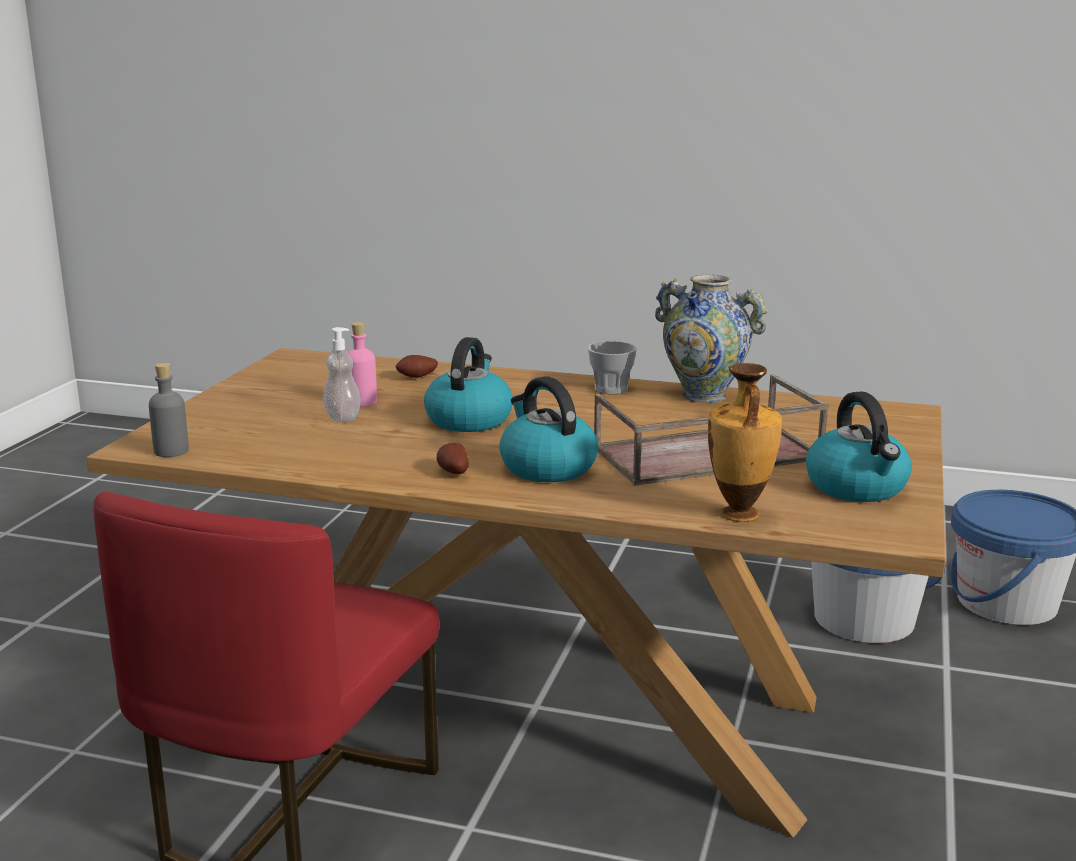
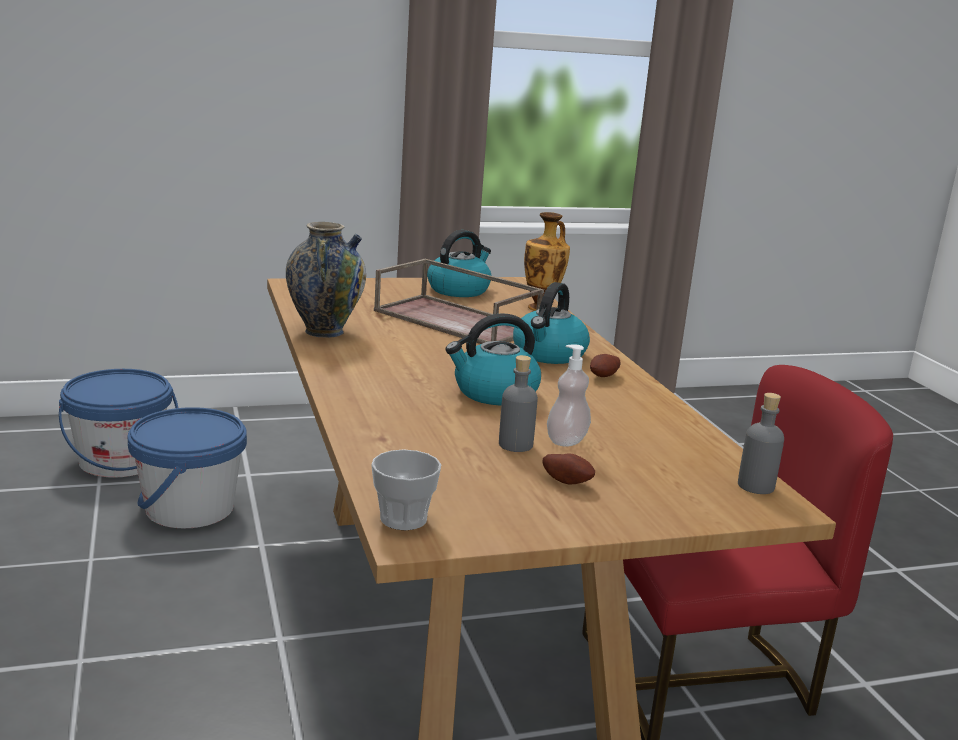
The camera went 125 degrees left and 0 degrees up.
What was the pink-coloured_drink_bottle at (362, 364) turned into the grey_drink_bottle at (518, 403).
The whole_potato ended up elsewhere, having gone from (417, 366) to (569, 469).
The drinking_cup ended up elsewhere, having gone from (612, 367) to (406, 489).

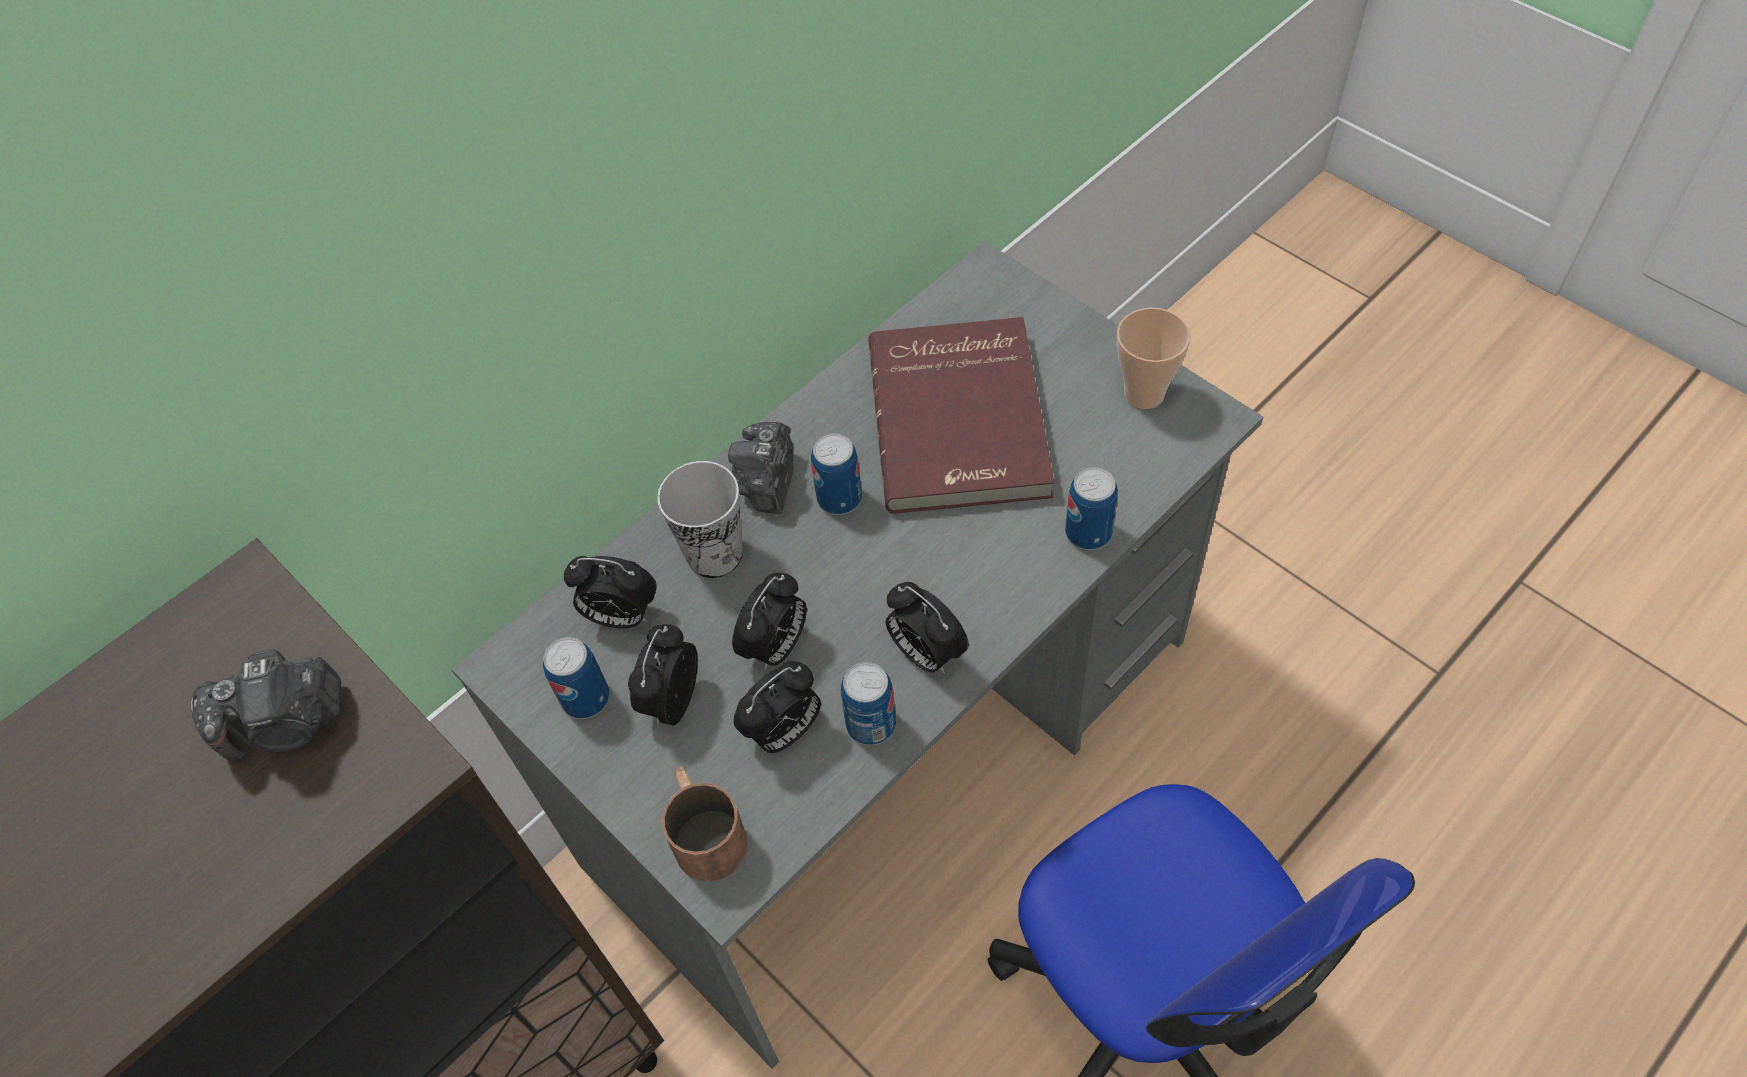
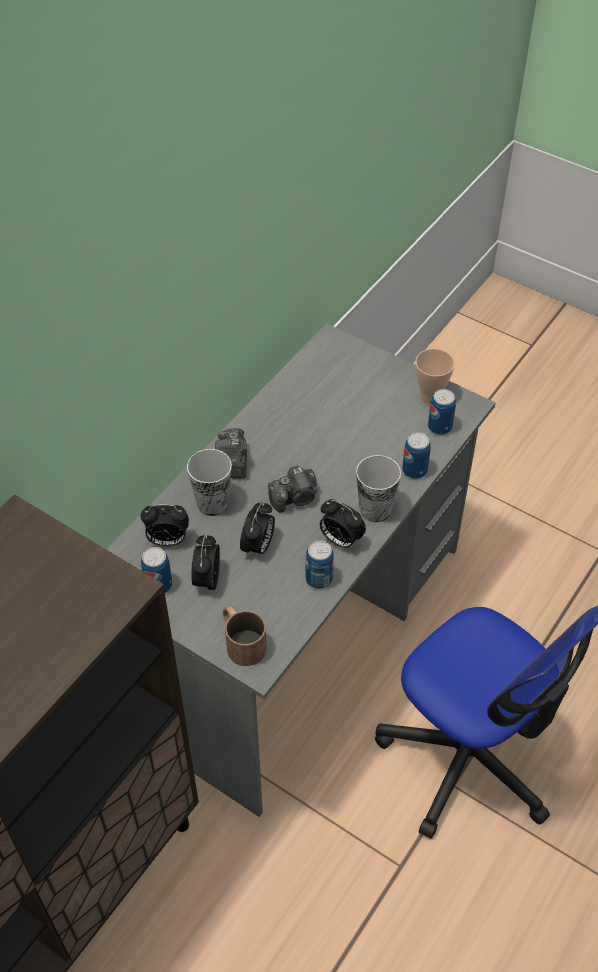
The camera went 15 degrees left and 5 degrees down.
The still_camera ended up elsewhere, having gone from (266, 705) to (293, 489).
The second view lost the table_clock at (777, 707).
The can ended up elsewhere, having gone from (836, 474) to (442, 412).
The second view lost the reddish_book at (961, 415).
The second view gained the drinking_cup at (378, 488).

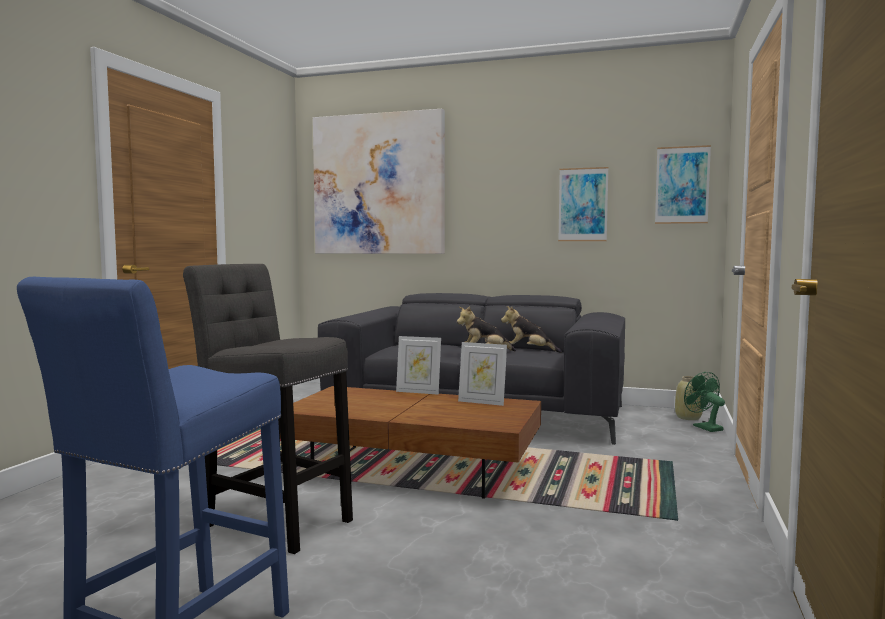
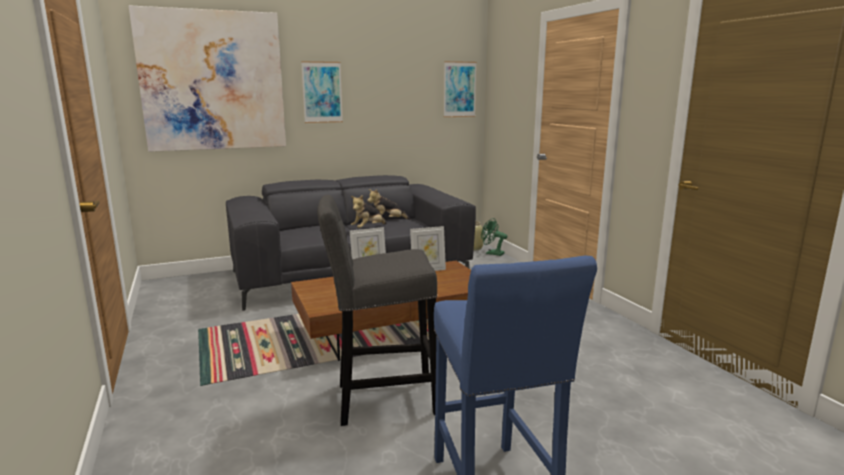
The camera went 40 degrees left and 10 degrees up.
The picture ended up elsewhere, having gone from (583, 204) to (322, 92).

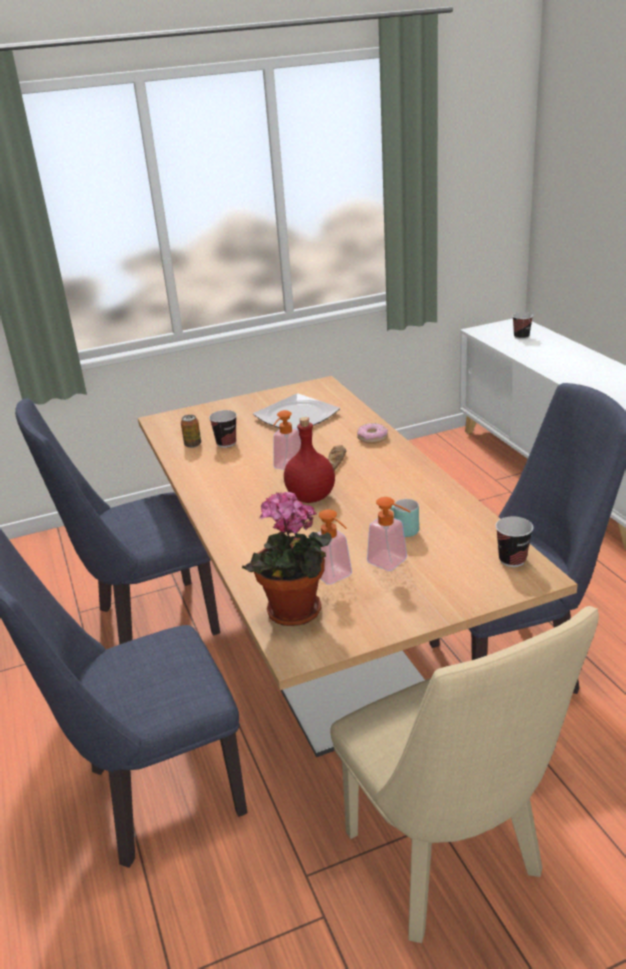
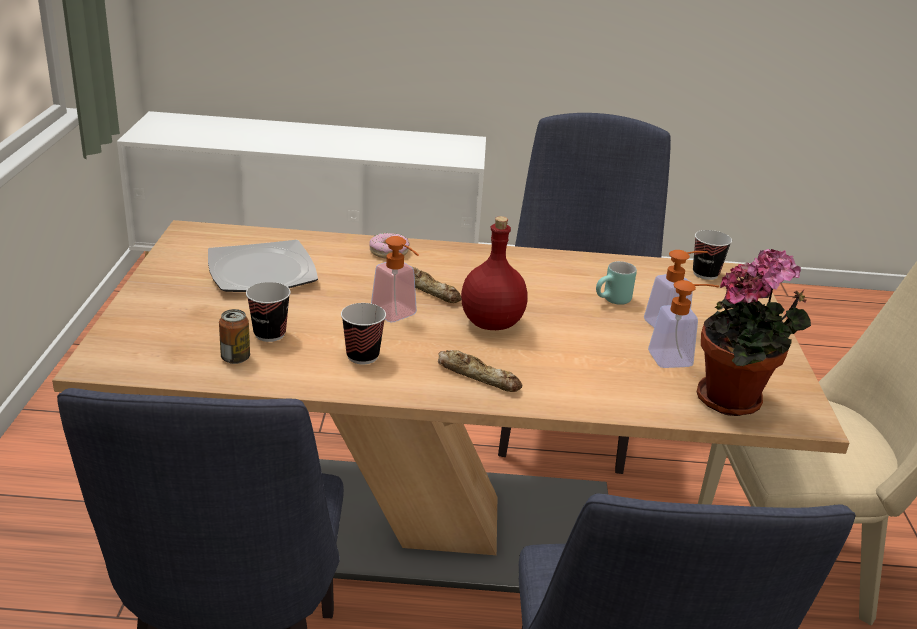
The camera went 70 degrees left and 0 degrees up.
The drinking_cup ended up elsewhere, having gone from (522, 326) to (363, 333).
The second view gained the bakery_bread at (480, 371).

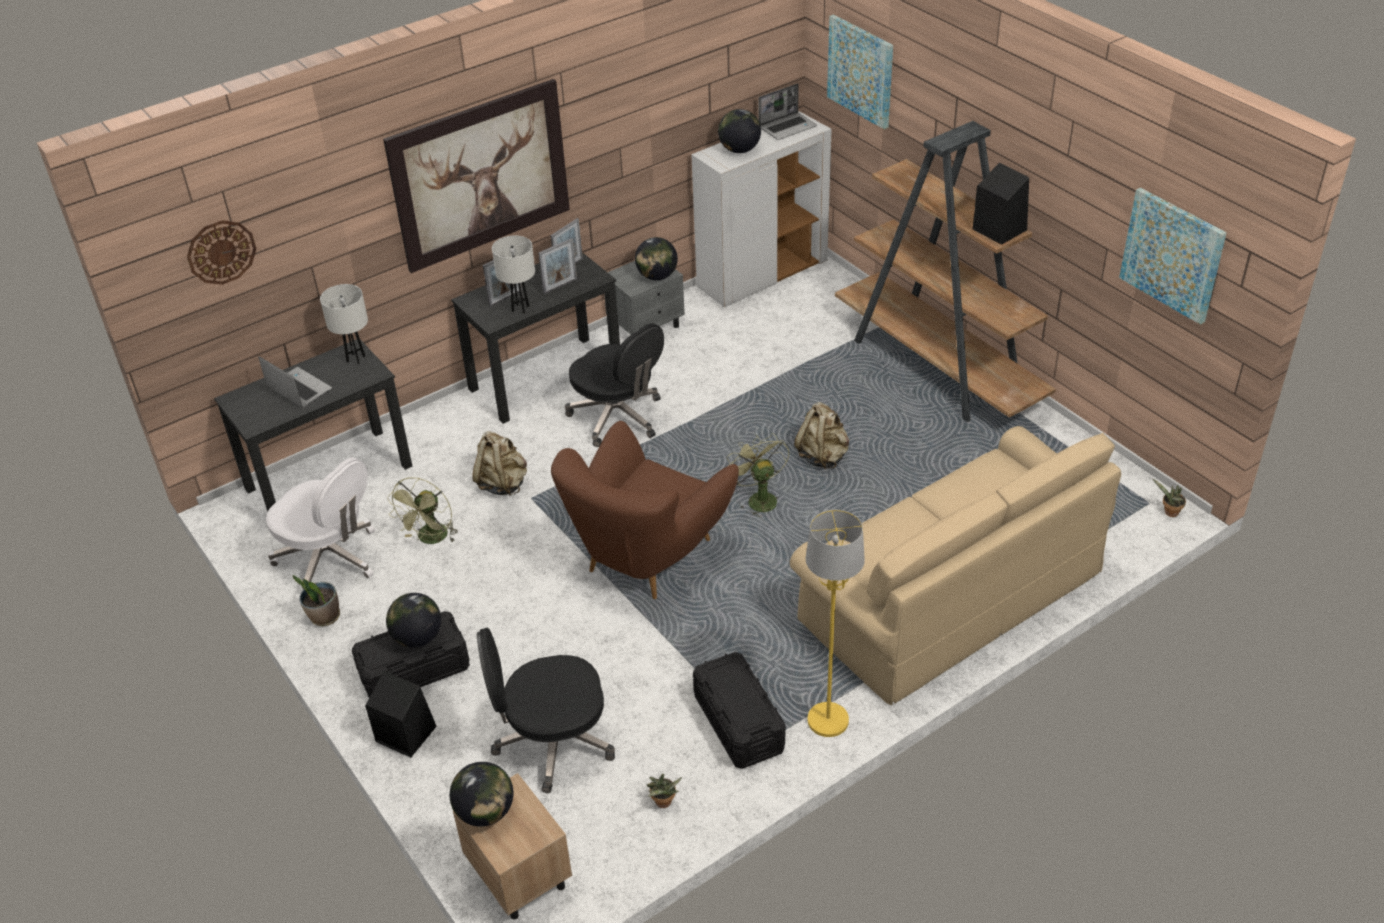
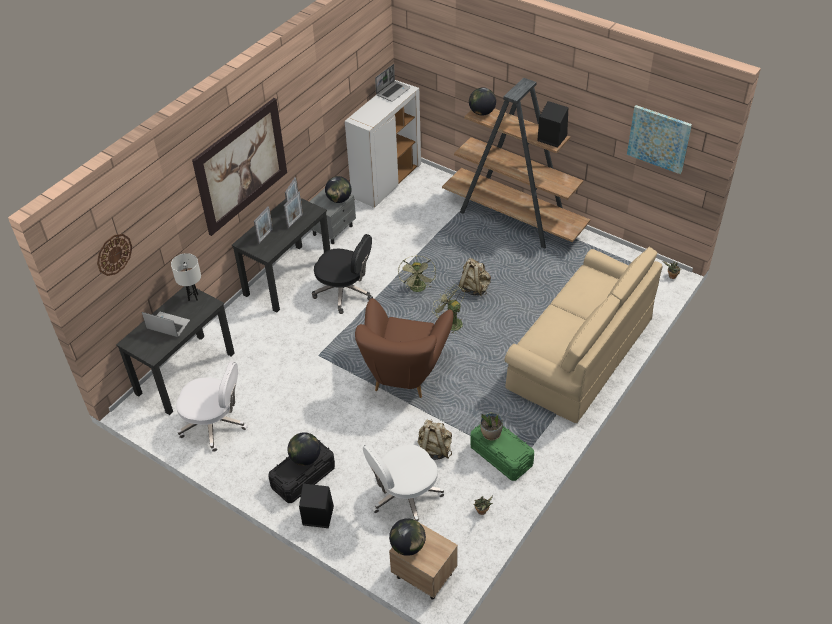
The camera went 20 degrees left and 5 degrees up.
The houseplant ended up elsewhere, having gone from (316, 600) to (491, 426).
The greenish_cooling_fan ended up elsewhere, having gone from (422, 510) to (417, 274).
The sand-coloured_backpack ended up elsewhere, having gone from (499, 463) to (435, 439).
What was the blackish_desk_chair at (546, 710) turned into the whitish_desk_chair at (403, 482).
The second view lost the whitish_tabletop_lamp at (513, 275).
What was the blackish_storage_bin at (739, 710) turned into the greenish_storage_bin at (502, 453).
The globe ended up elsewhere, having gone from (739, 131) to (482, 102).
The second view lost the yellowish_standing_lamp at (835, 623).
The second view lost the picture at (860, 72).

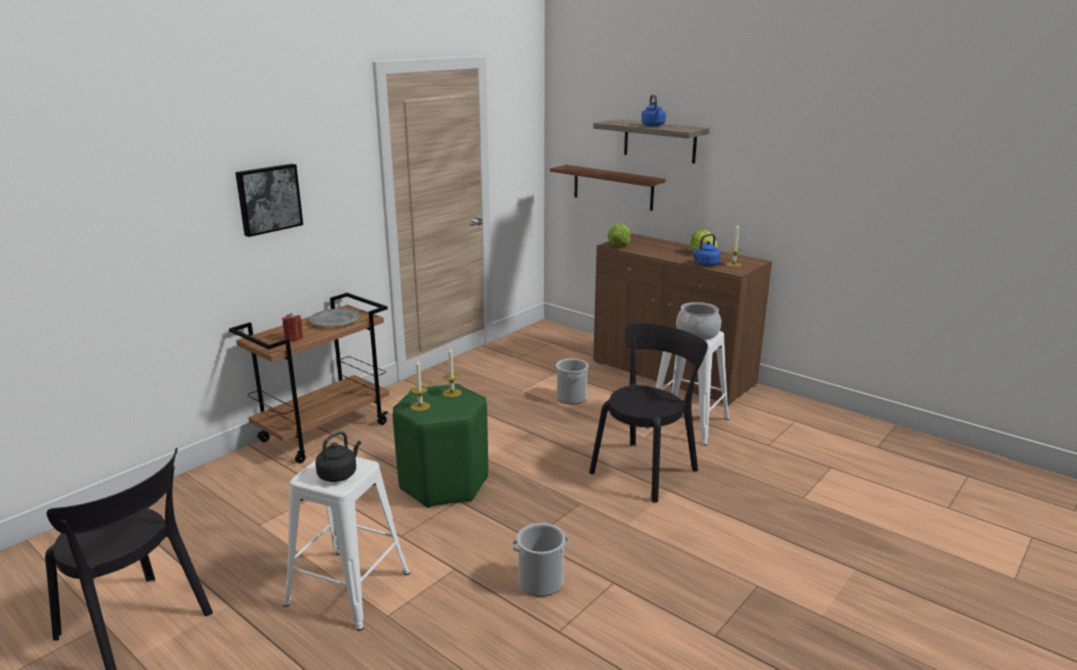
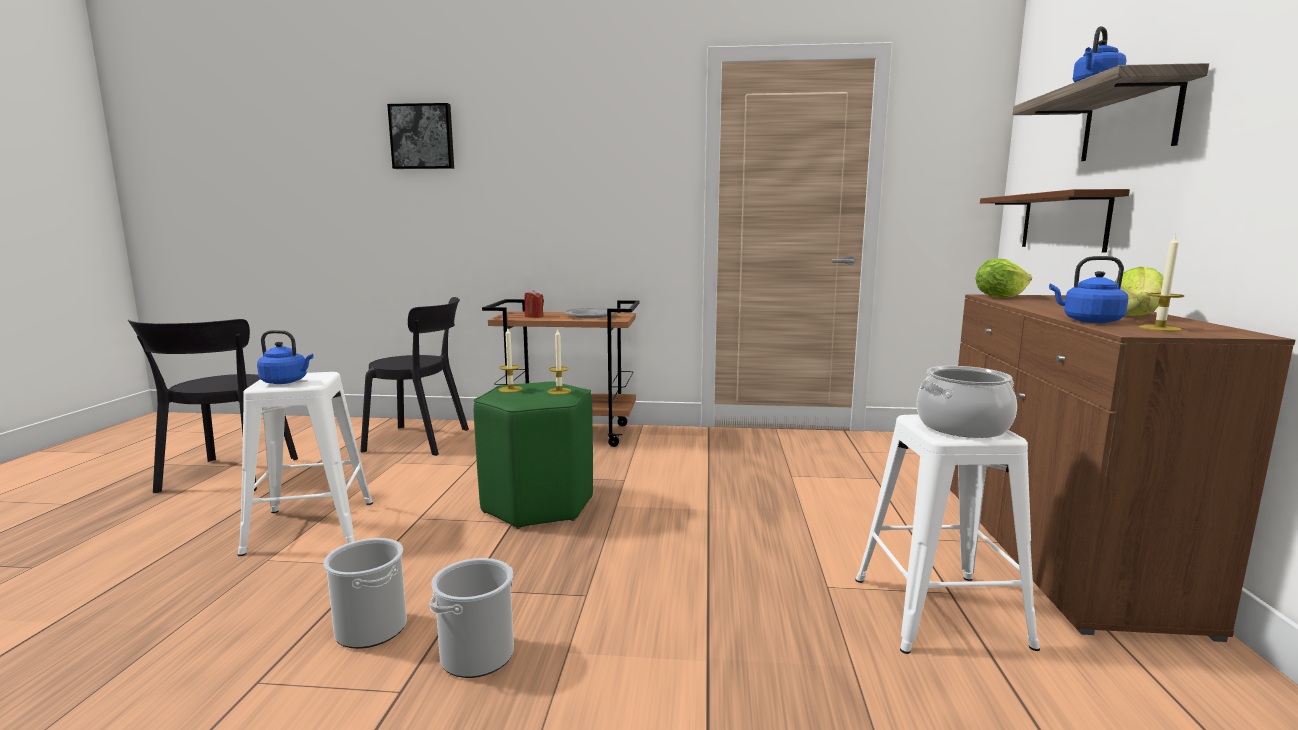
The camera went 55 degrees right and 10 degrees down.
The picture ended up elsewhere, having gone from (269, 200) to (420, 136).
What was the blackish_tea_kettle at (338, 456) turned into the blue_tea_kettle at (285, 357).
The pail ended up elsewhere, having gone from (572, 381) to (472, 618).
The blackish_plain_chair ended up elsewhere, having gone from (648, 413) to (414, 376).

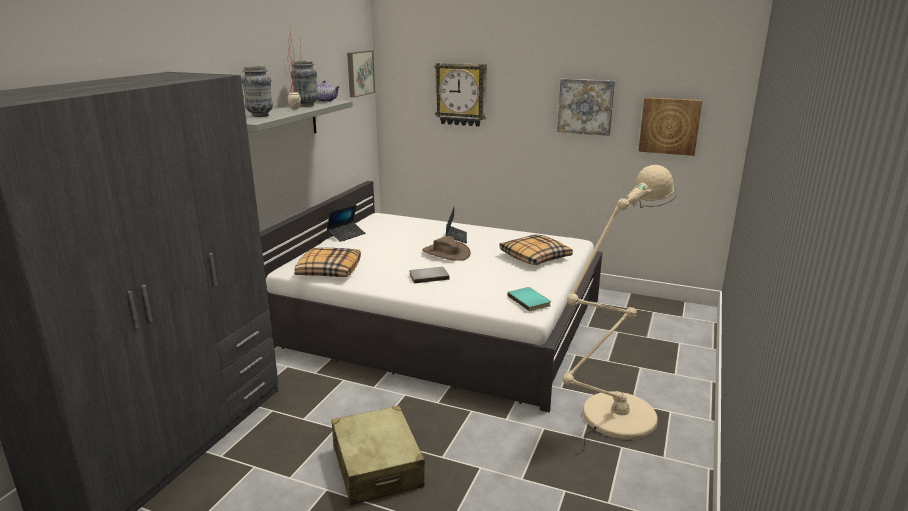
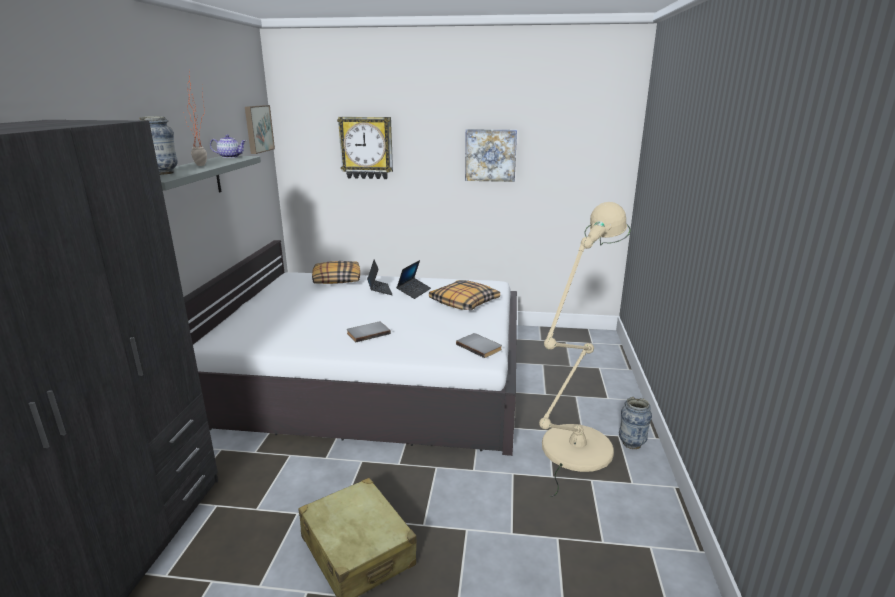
The camera went 15 degrees left and 0 degrees up.
The decorative_vase ended up elsewhere, having gone from (304, 84) to (635, 423).
The throw_pillow ended up elsewhere, having gone from (328, 262) to (336, 272).
The laptop ended up elsewhere, having gone from (346, 223) to (413, 279).
The second view lost the brown-coloured_hat at (446, 248).
What was the turquoise_book at (529, 299) turned into the grey_book at (479, 345).
The second view lost the picture at (670, 126).

